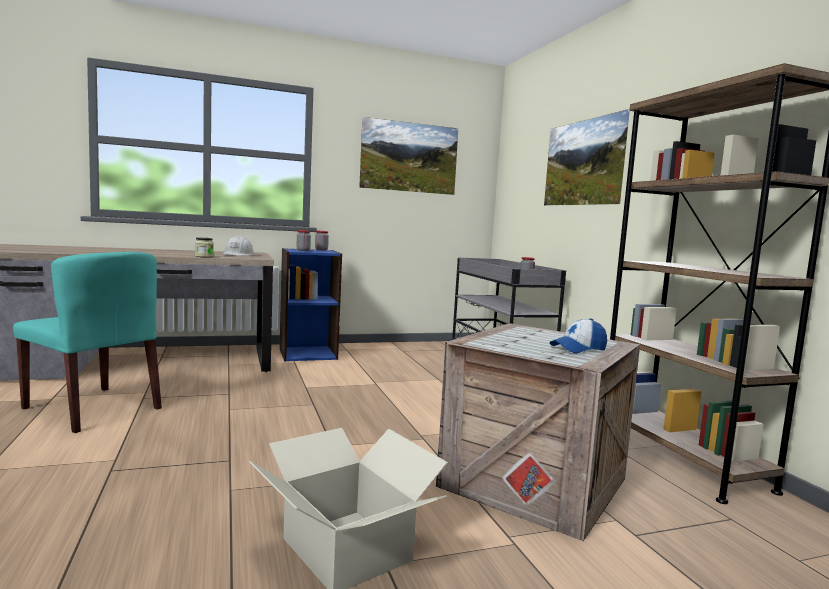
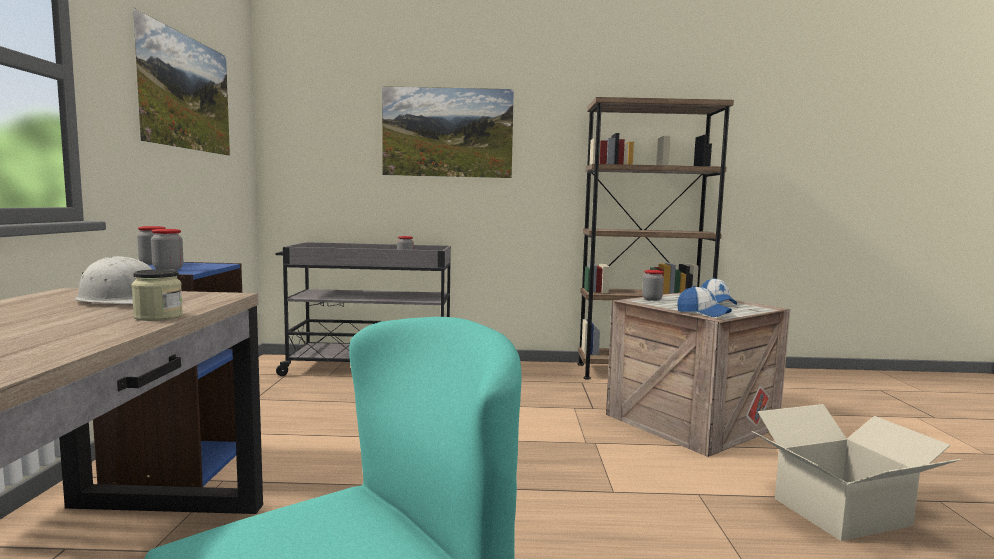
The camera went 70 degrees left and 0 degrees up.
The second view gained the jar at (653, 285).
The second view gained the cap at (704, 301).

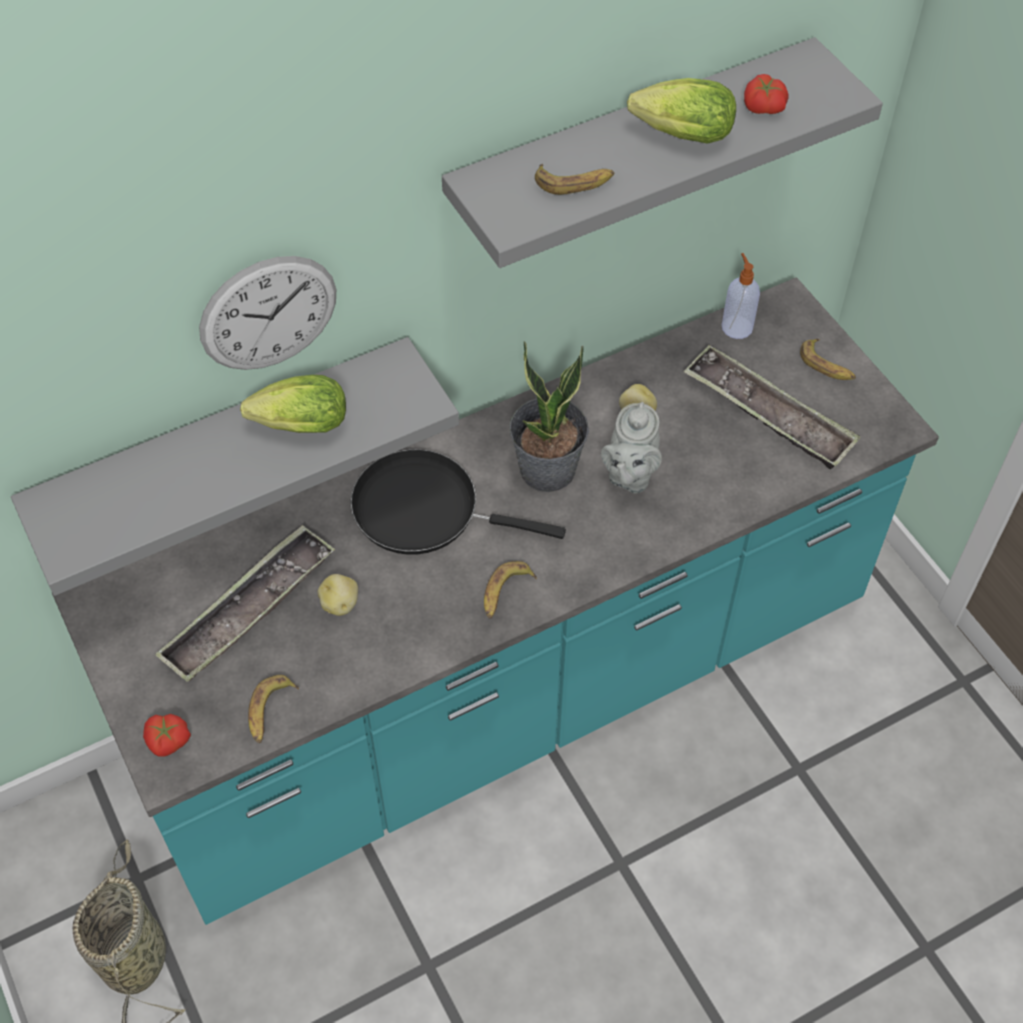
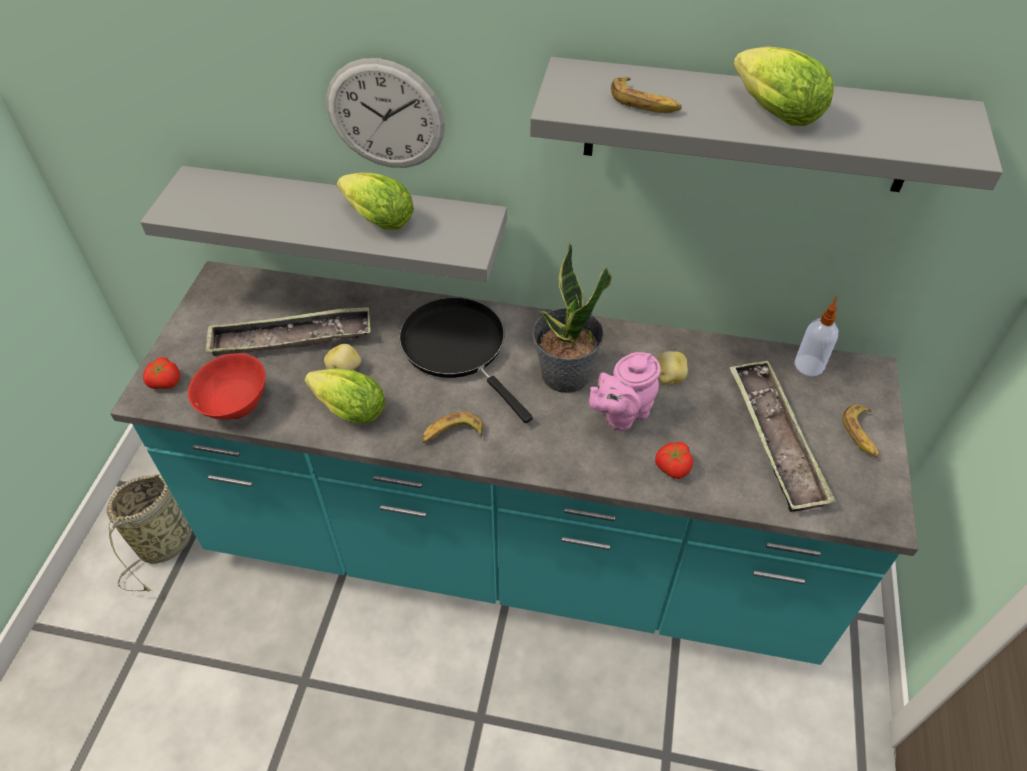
The camera went 40 degrees right and 5 degrees down.
Where the banana stood at (273, 709), the reddish_serving_bowl came to stand at (227, 386).
What was the grey_teapot at (631, 447) turned into the pink-coloured_teapot at (625, 391).
The tomato ended up elsewhere, having gone from (766, 94) to (674, 460).
The second view gained the lettuce at (345, 396).

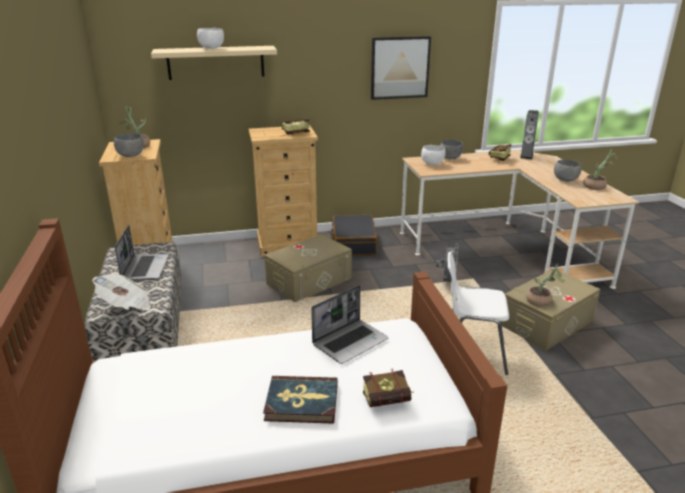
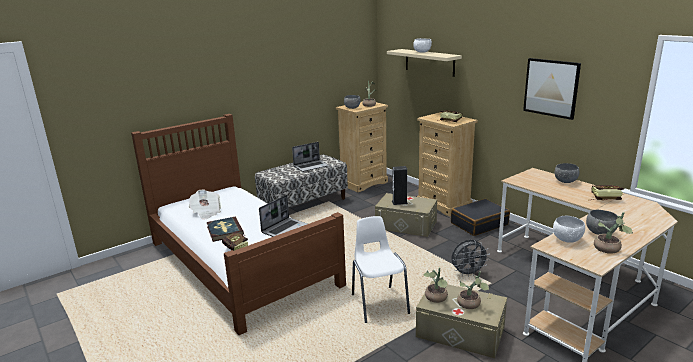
The camera went 65 degrees right and 5 degrees down.
The newspaper ended up elsewhere, having gone from (121, 292) to (205, 204).
The laptop at (350, 324) ended up facing another way, 75 degrees counterclockwise from before.
The whitish_serving_bowl ended up elsewhere, having gone from (433, 155) to (569, 229).
The loudspeaker ended up elsewhere, having gone from (529, 134) to (400, 185).
The second view gained the houseplant at (473, 290).

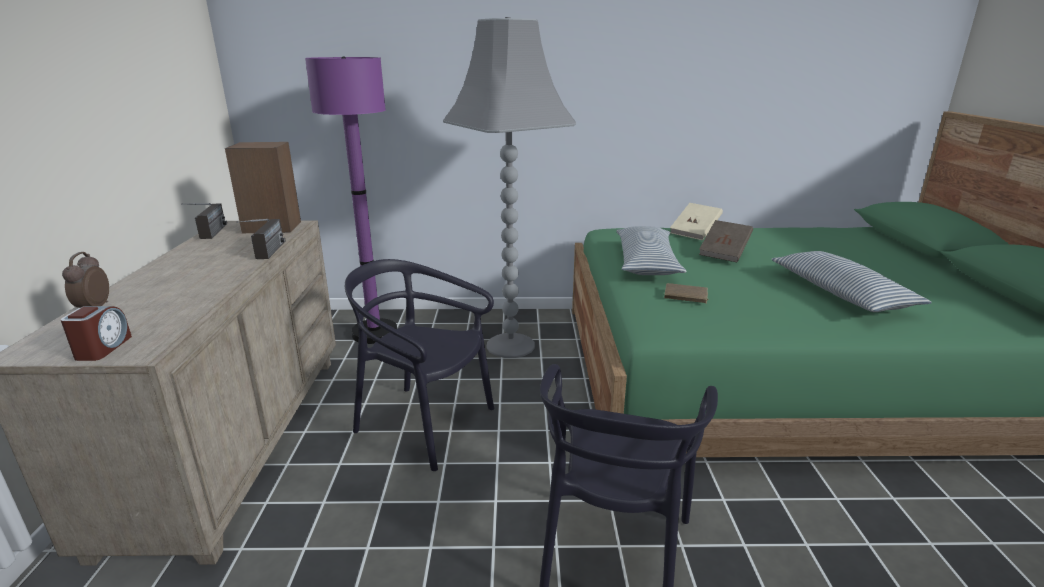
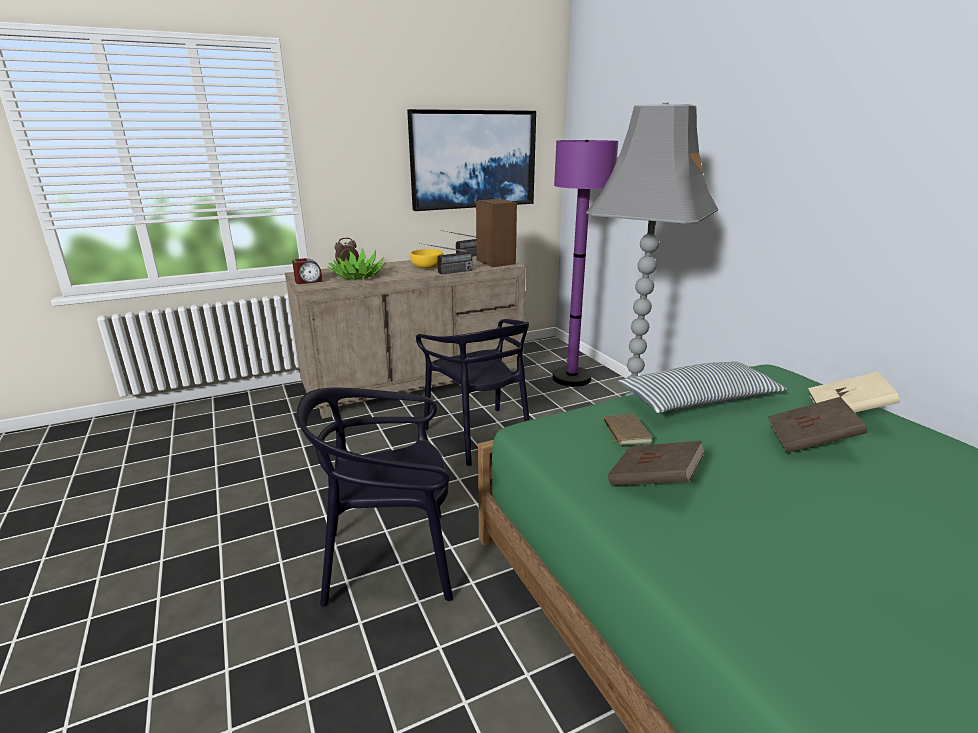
The camera went 65 degrees right and 0 degrees up.
The blackish_plain_chair at (419, 365) ended up facing another way, 150 degrees clockwise from before.
The second view lost the throw_pillow at (852, 281).
The second view gained the houseplant at (356, 264).
The second view gained the picture at (471, 160).
The second view gained the yellowish_serving_bowl at (426, 259).
The second view gained the brown-coloured_book at (656, 462).

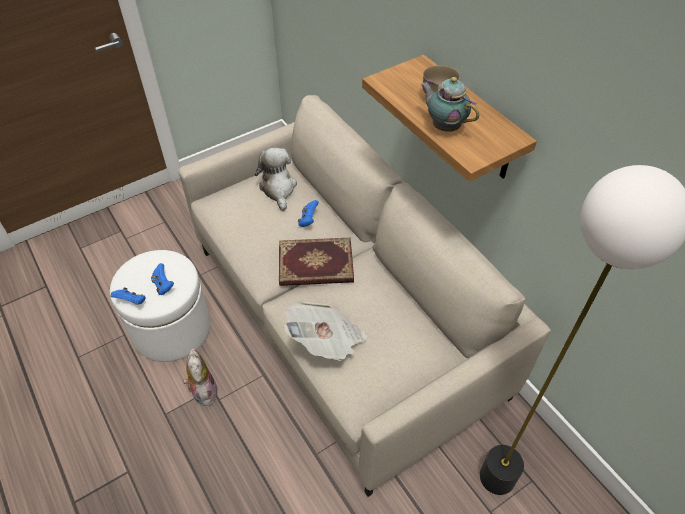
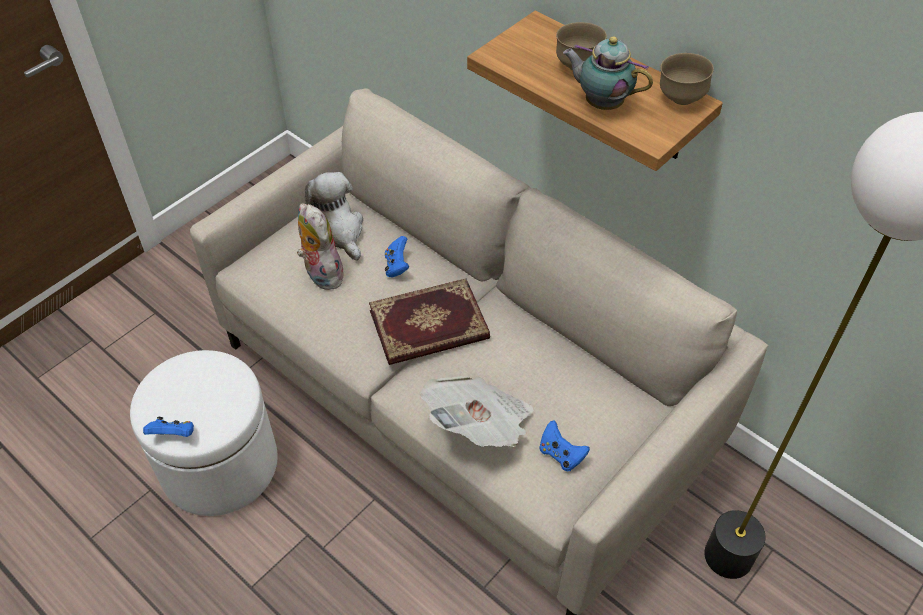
The camera went 15 degrees left and 0 degrees up.
The blue_gamepad ended up elsewhere, having gone from (162, 279) to (564, 445).
The cuddly_toy ended up elsewhere, having gone from (200, 377) to (320, 246).
The second view gained the brown-coloured_serving_bowl at (687, 79).

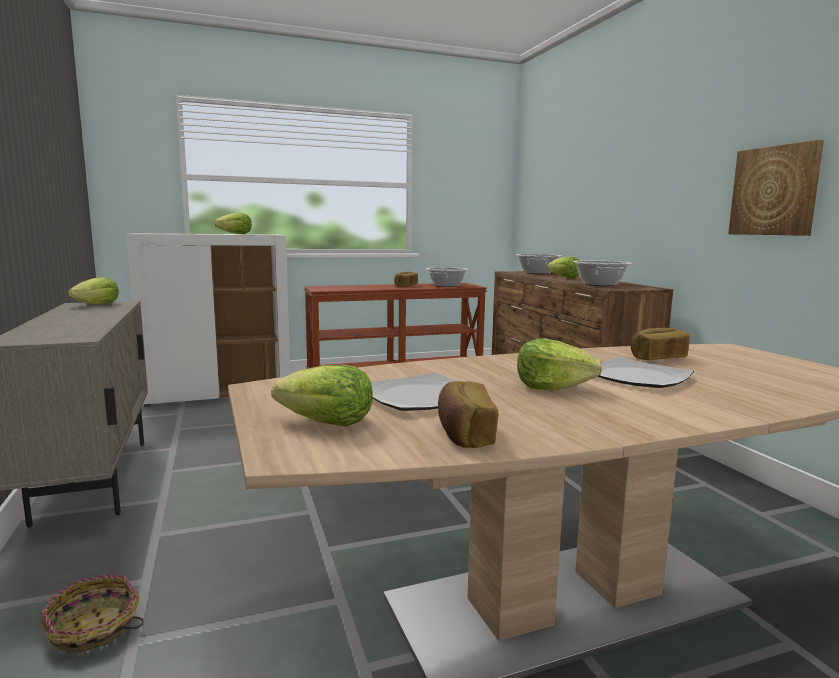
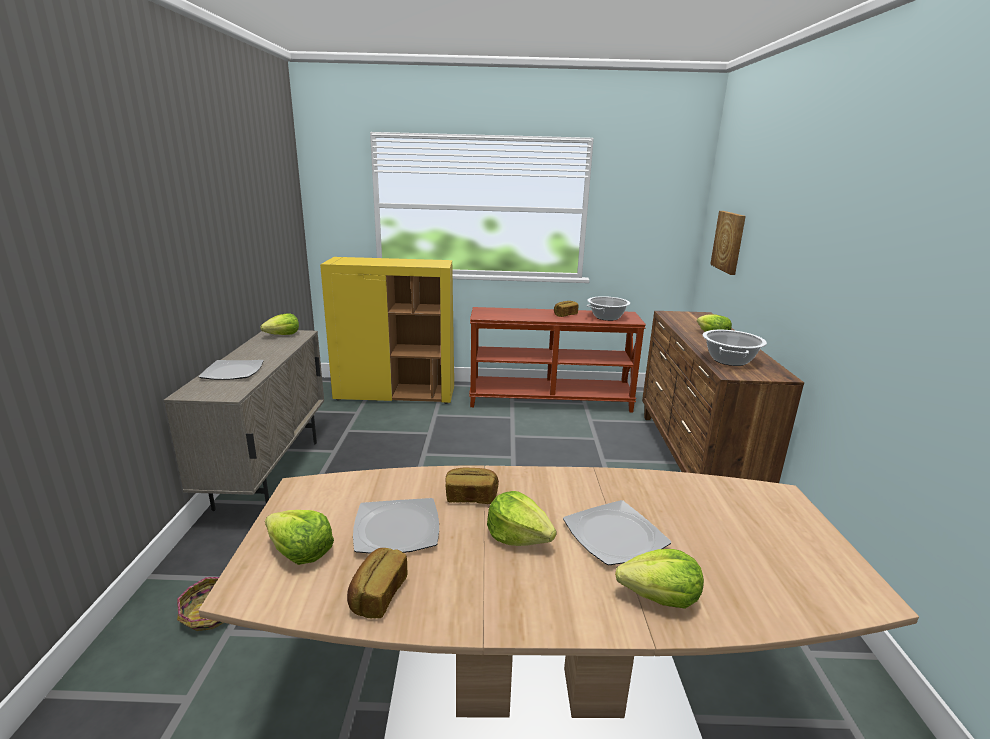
The camera went 20 degrees right and 10 degrees up.
What was the whitish_cupboard at (208, 320) turned into the yellowish_cupboard at (387, 330).
The lettuce ended up elsewhere, having gone from (233, 223) to (659, 579).
The second view lost the stockpot at (538, 264).
The bakery_bread ended up elsewhere, having gone from (660, 344) to (472, 486).
The picture ended up elsewhere, having gone from (776, 188) to (728, 243).
The second view gained the plate at (231, 370).

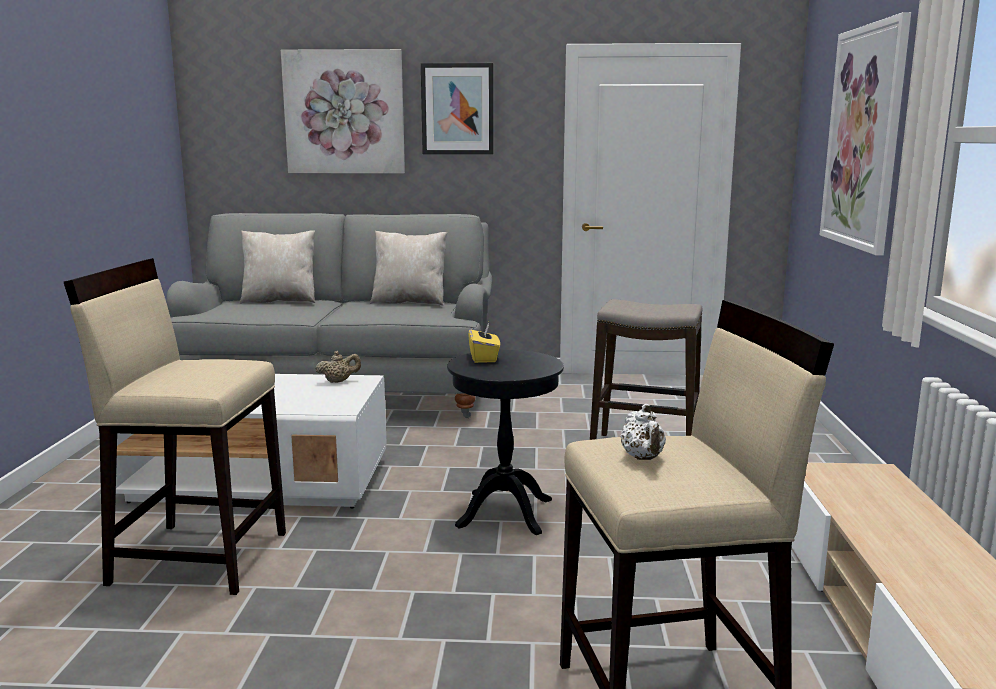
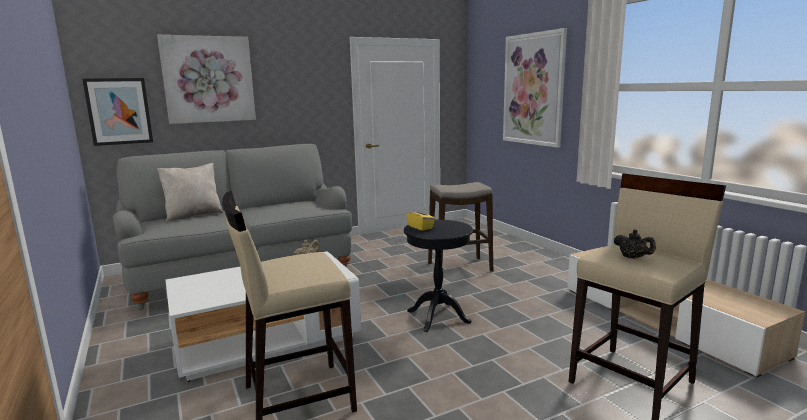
The camera went 30 degrees left and 0 degrees up.
The second view lost the sand-coloured_throw_pillow at (408, 268).
The picture ended up elsewhere, having gone from (457, 108) to (117, 112).
What was the whitish_teapot at (643, 432) turned into the blackish_teapot at (634, 244).

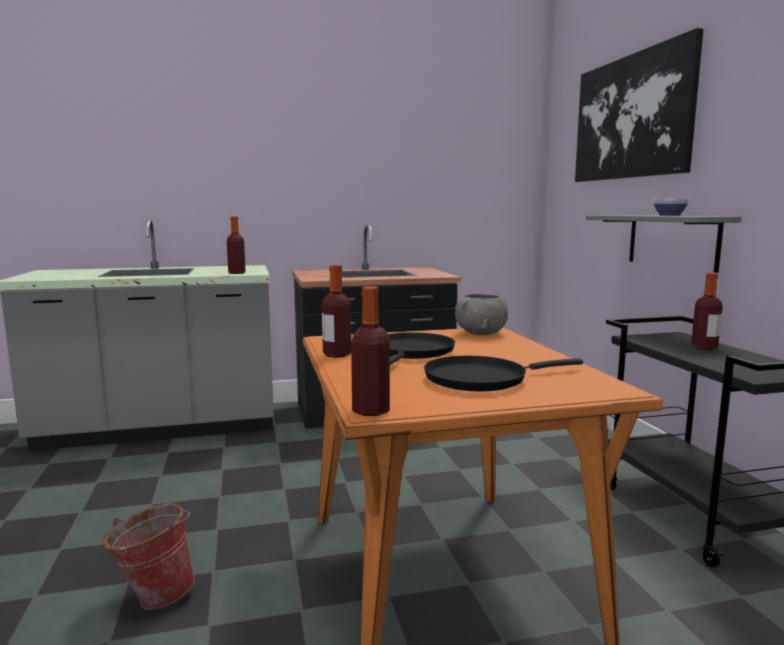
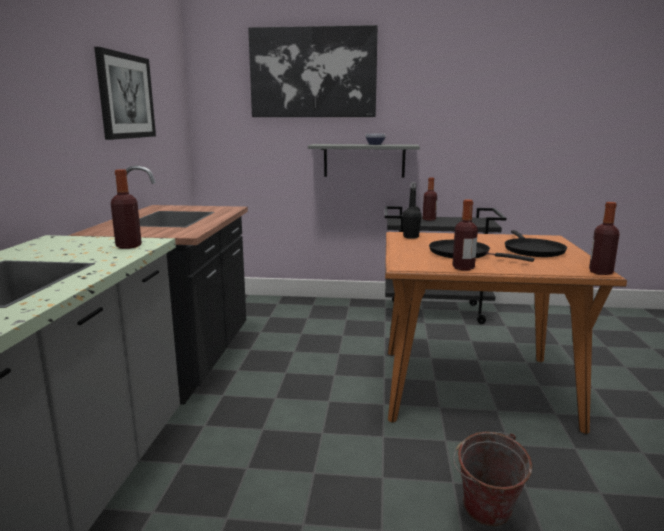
The camera went 70 degrees left and 5 degrees up.
Where the grey_serving_bowl stood at (481, 314), the blackish_drink_bottle came to stand at (412, 210).
The second view gained the picture at (125, 93).

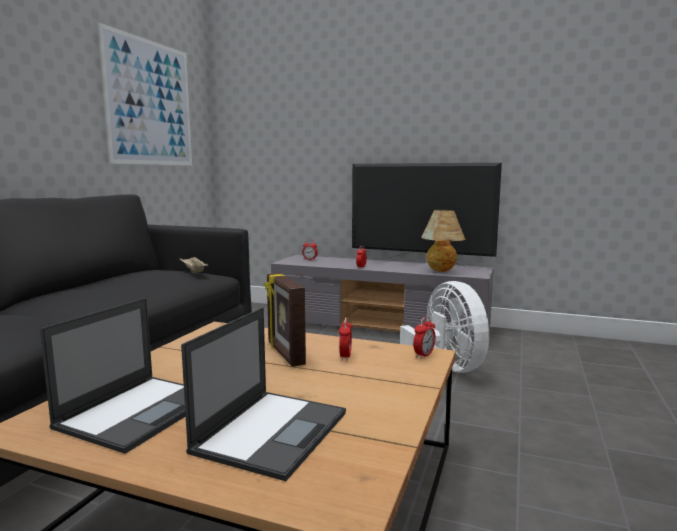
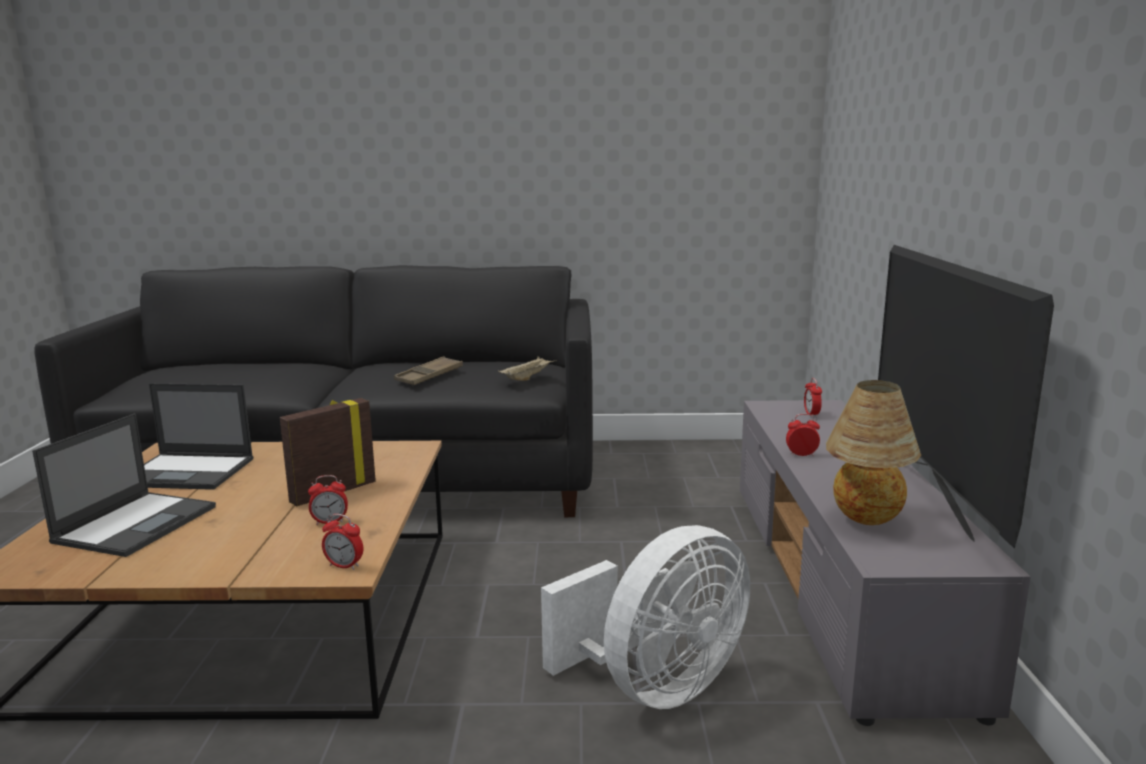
The camera went 70 degrees right and 5 degrees up.
The second view lost the picture at (144, 93).
The laptop at (263, 394) ended up facing another way, 75 degrees counterclockwise from before.
The second view gained the brown-coloured_serving_tray at (428, 370).

